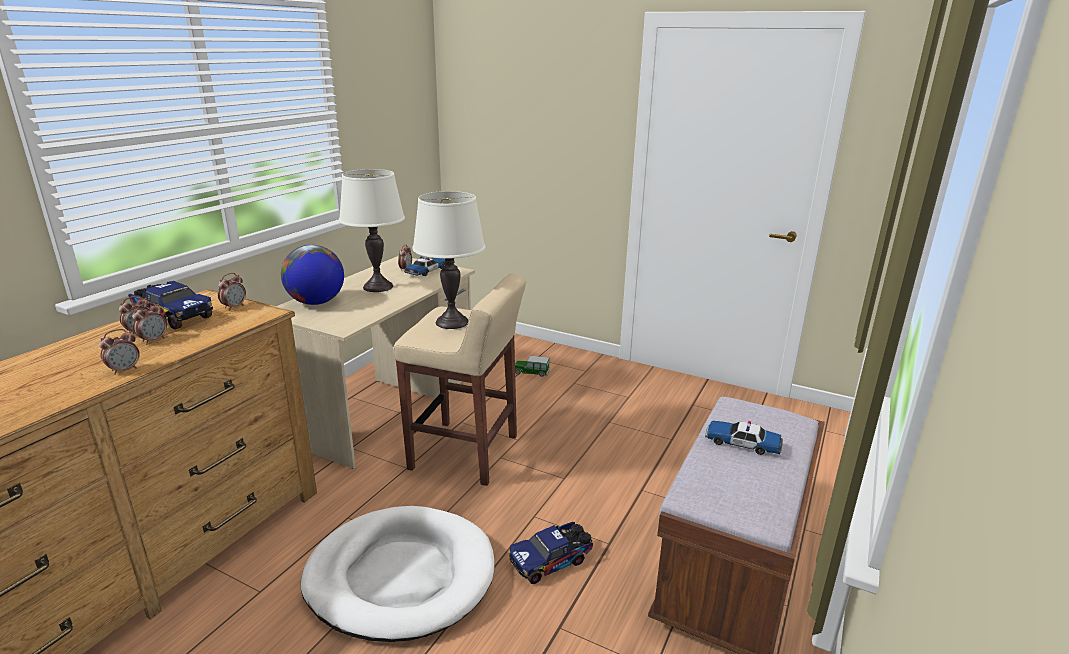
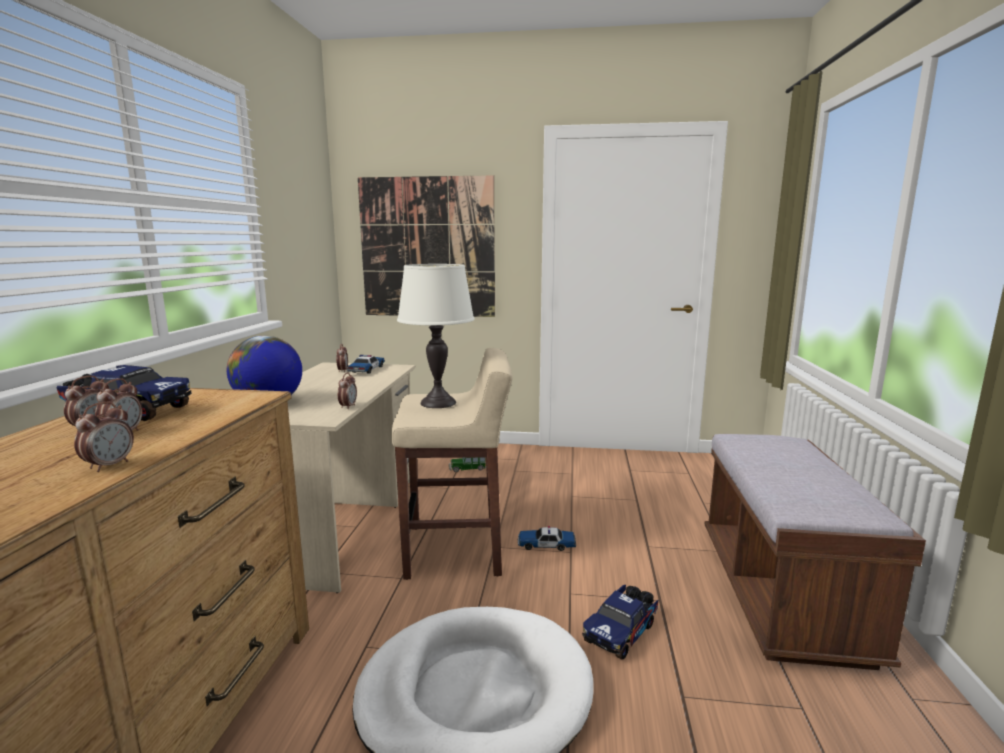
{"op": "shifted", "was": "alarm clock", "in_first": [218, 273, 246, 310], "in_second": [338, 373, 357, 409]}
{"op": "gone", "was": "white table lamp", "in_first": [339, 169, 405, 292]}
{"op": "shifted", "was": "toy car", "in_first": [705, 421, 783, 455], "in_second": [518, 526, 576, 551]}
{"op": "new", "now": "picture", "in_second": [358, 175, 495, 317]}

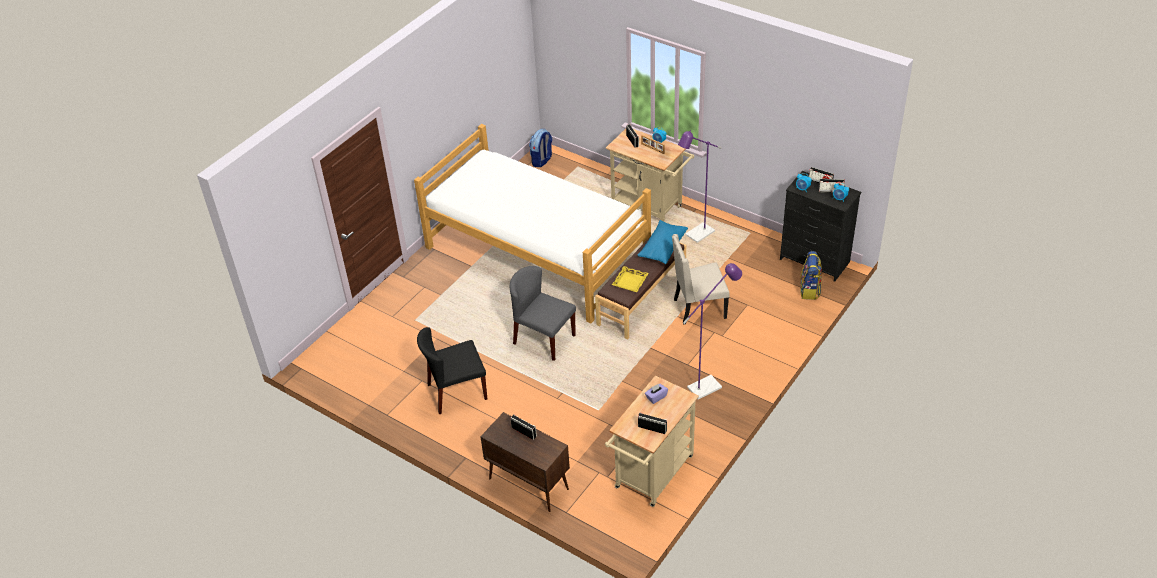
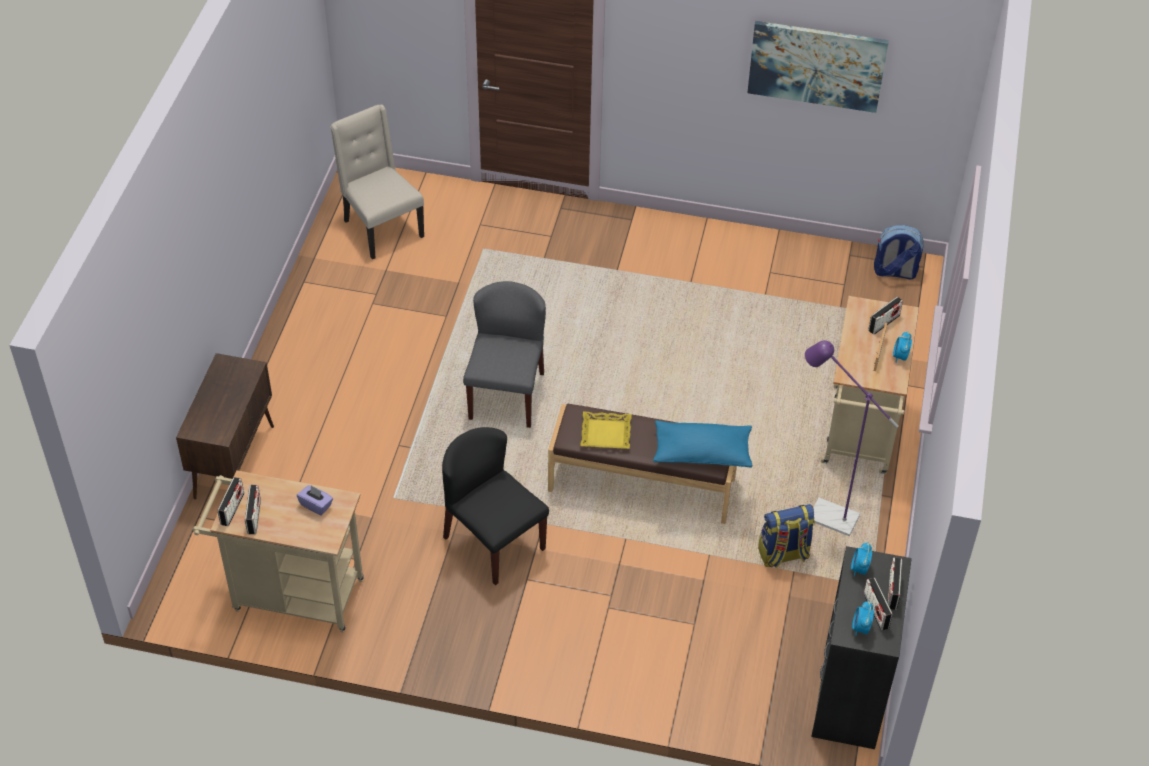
{"op": "gone", "was": "bed", "in_first": [414, 124, 651, 323]}
{"op": "shifted", "was": "black chair", "in_first": [417, 327, 487, 414], "in_second": [442, 427, 549, 585]}
{"op": "shifted", "was": "radio", "in_first": [511, 414, 537, 440], "in_second": [218, 477, 244, 526]}
{"op": "shifted", "was": "beige chair", "in_first": [672, 234, 729, 325], "in_second": [330, 104, 424, 259]}
{"op": "gone", "was": "purple floor lamp", "in_first": [683, 263, 742, 400]}
{"op": "shifted", "was": "backpack", "in_first": [800, 251, 822, 300], "in_second": [758, 504, 815, 568]}
{"op": "new", "now": "picture", "in_second": [747, 21, 889, 113]}

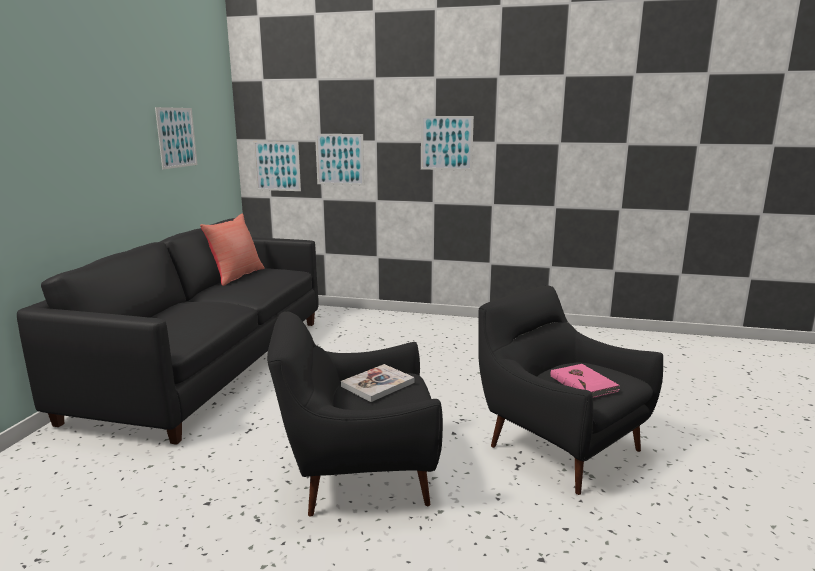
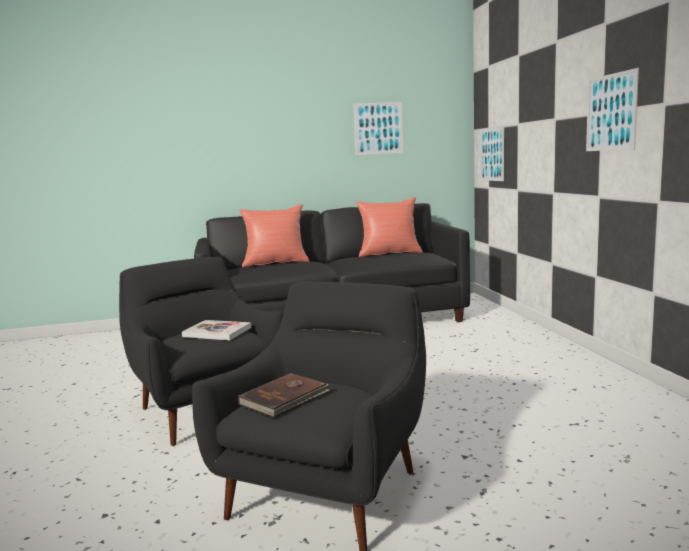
{"op": "gone", "was": "picture", "in_first": [315, 134, 364, 185]}
{"op": "repainted", "was": "pink book", "now": "brown book", "in_first": [551, 364, 620, 398], "in_second": [238, 373, 330, 418]}
{"op": "new", "now": "red pillow", "in_second": [240, 205, 309, 267]}

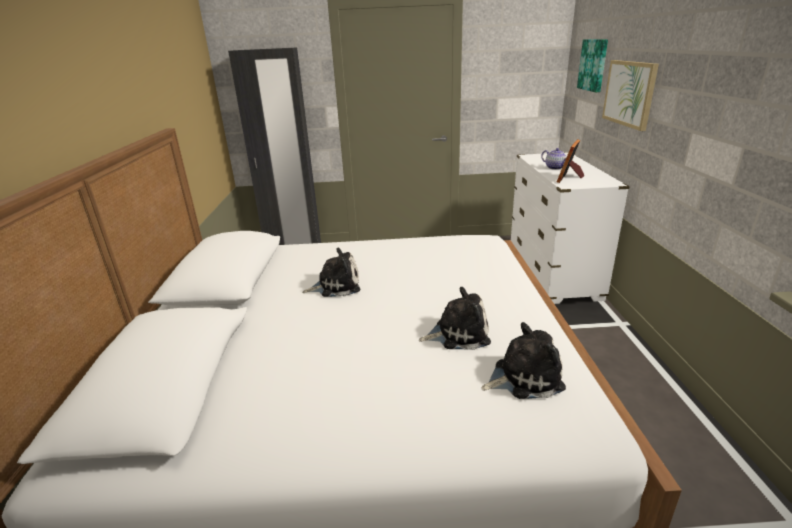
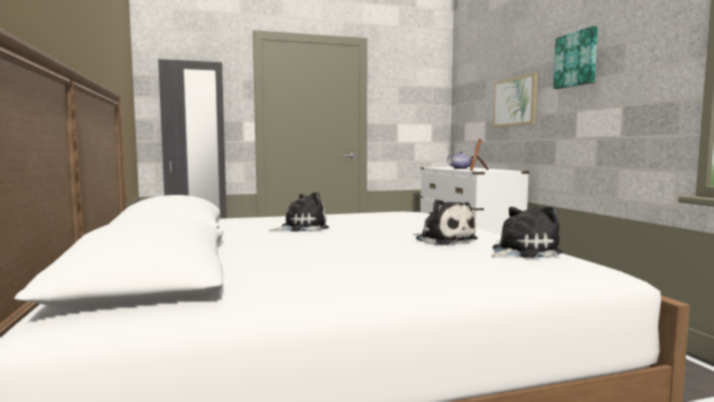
{"op": "rotated", "was": "plush toy", "in_first": [419, 287, 491, 350], "in_second": [413, 199, 478, 245], "clockwise": 75}
{"op": "shifted", "was": "picture", "in_first": [577, 39, 608, 92], "in_second": [553, 26, 598, 89]}

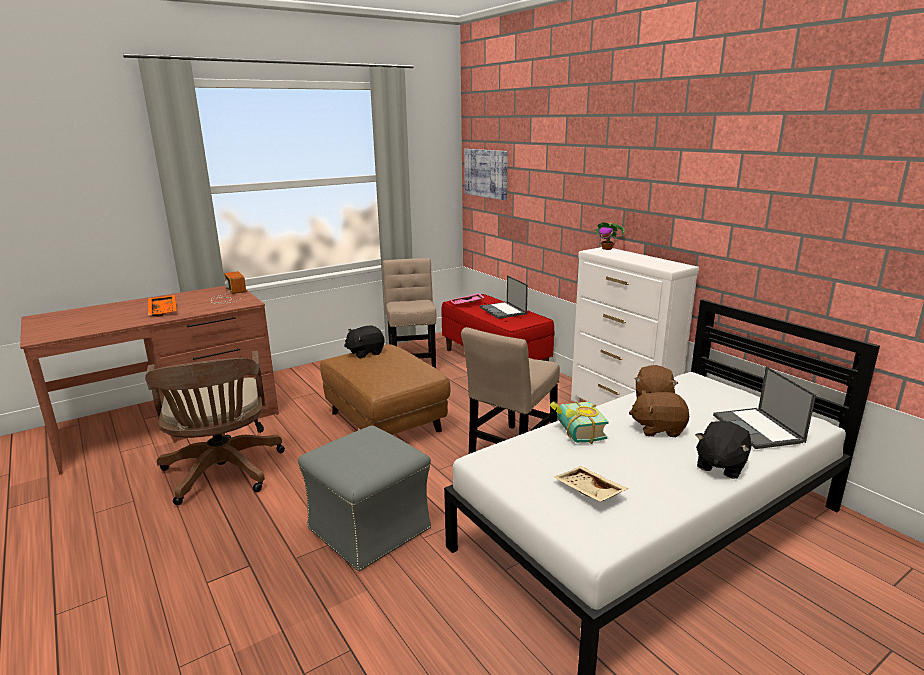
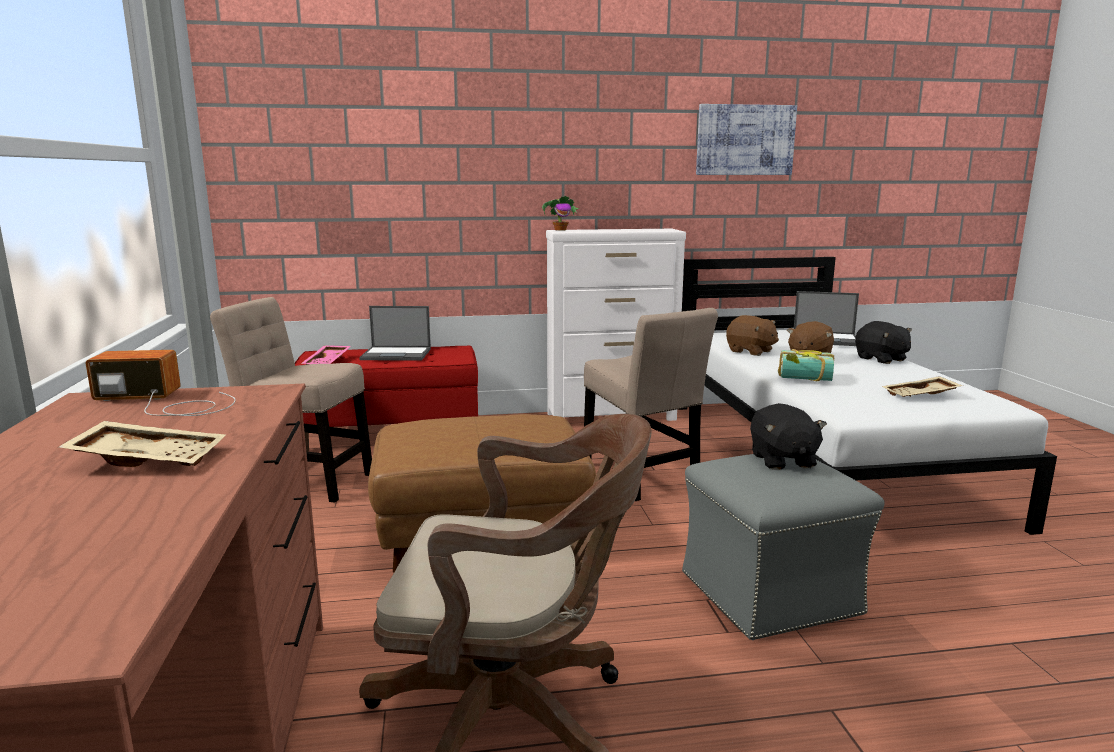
{"op": "repainted", "was": "orange tray", "now": "beige tray", "in_first": [148, 295, 177, 317], "in_second": [59, 421, 225, 467]}
{"op": "shifted", "was": "black plush toy", "in_first": [344, 325, 385, 358], "in_second": [750, 403, 827, 470]}
{"op": "shifted", "was": "picture", "in_first": [464, 149, 508, 200], "in_second": [696, 104, 797, 175]}

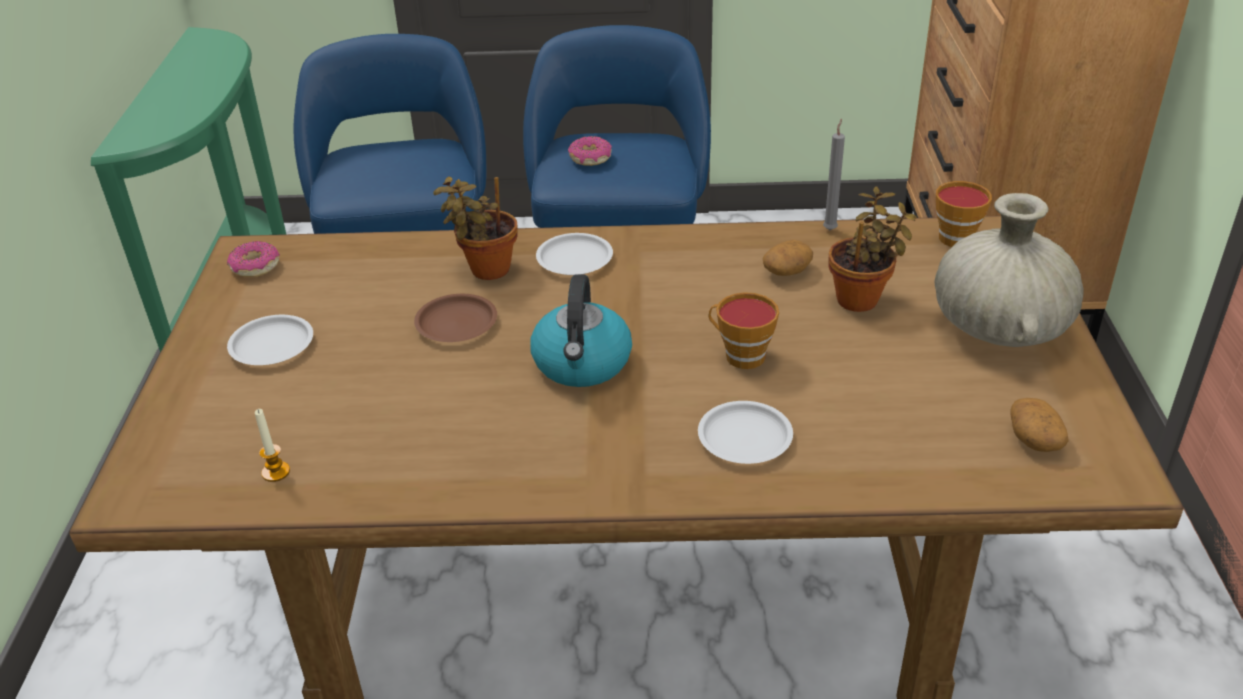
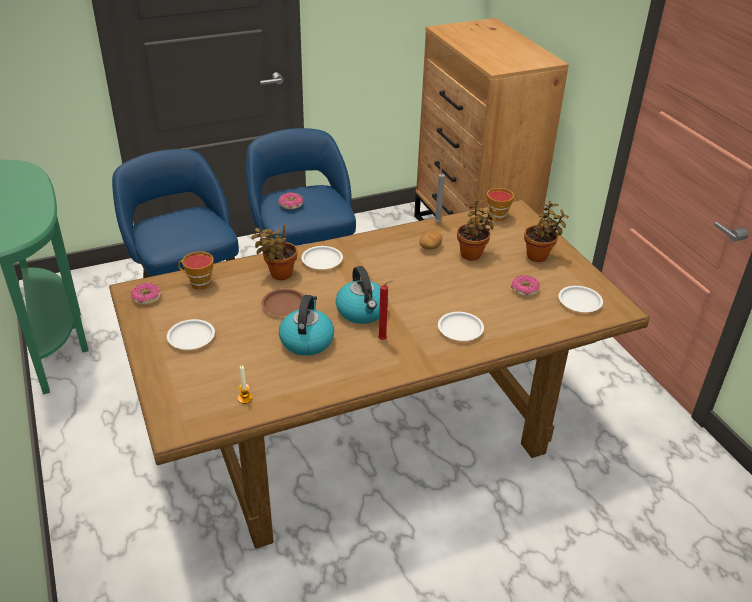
{"op": "shifted", "was": "cup", "in_first": [709, 292, 779, 369], "in_second": [178, 251, 214, 290]}
{"op": "swapped", "was": "beige vase", "now": "potted plant", "in_first": [935, 193, 1084, 347], "in_second": [524, 201, 569, 262]}
{"op": "swapped", "was": "potato", "now": "white plate", "in_first": [1011, 398, 1069, 452], "in_second": [558, 286, 603, 312]}
{"op": "new", "now": "kettle", "in_second": [279, 295, 334, 356]}
{"op": "new", "now": "red candle", "in_second": [378, 281, 392, 340]}
{"op": "new", "now": "donut", "in_second": [511, 275, 540, 296]}

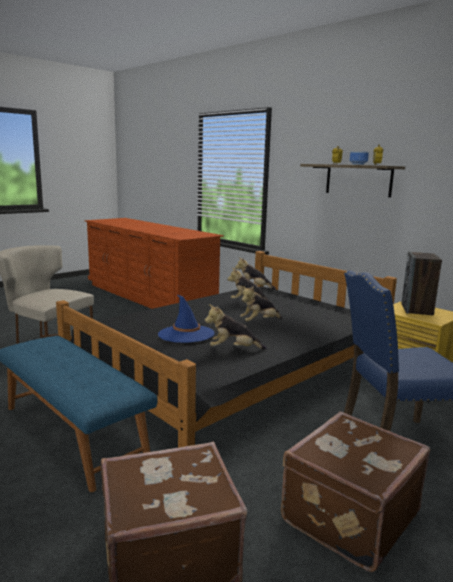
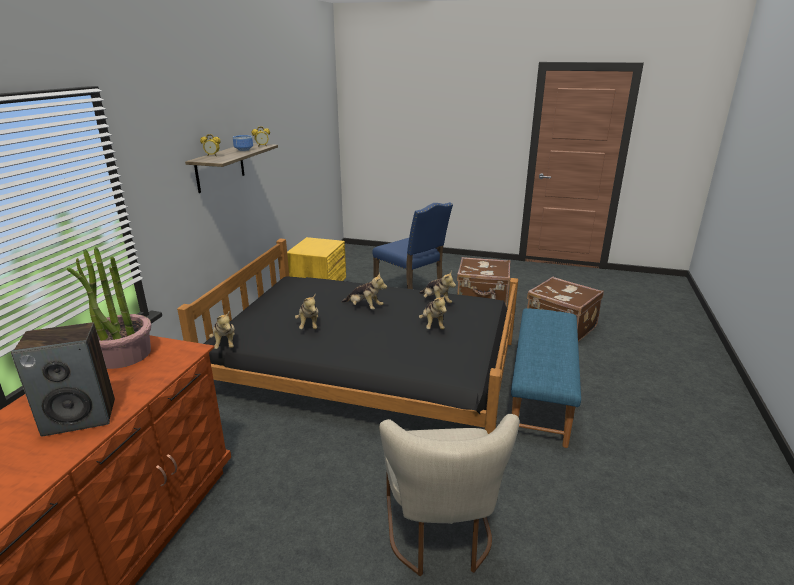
{"op": "swapped", "was": "blue hat", "now": "plush toy", "in_first": [158, 294, 215, 343], "in_second": [419, 294, 447, 329]}
{"op": "shifted", "was": "speaker", "in_first": [401, 251, 442, 316], "in_second": [11, 322, 115, 437]}
{"op": "new", "now": "potted plant", "in_second": [67, 247, 151, 369]}

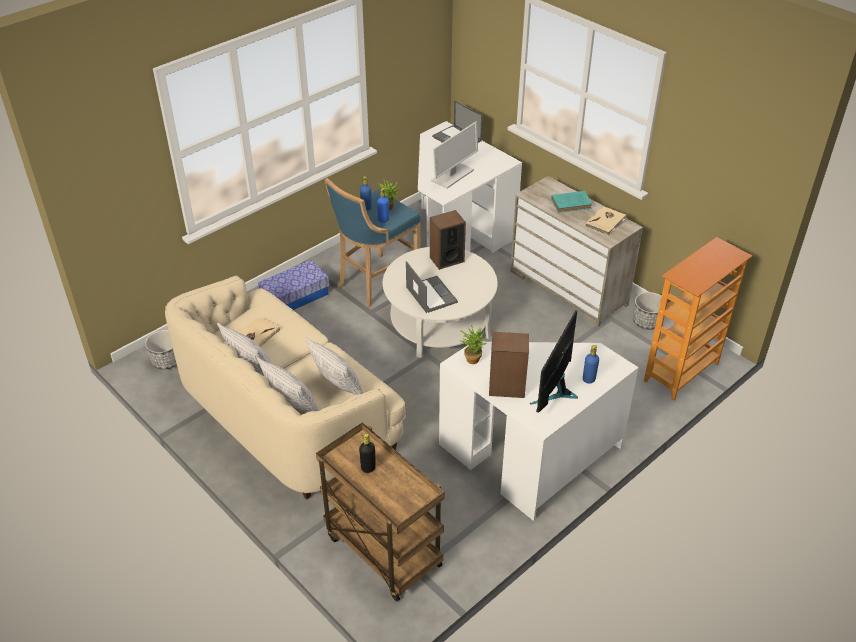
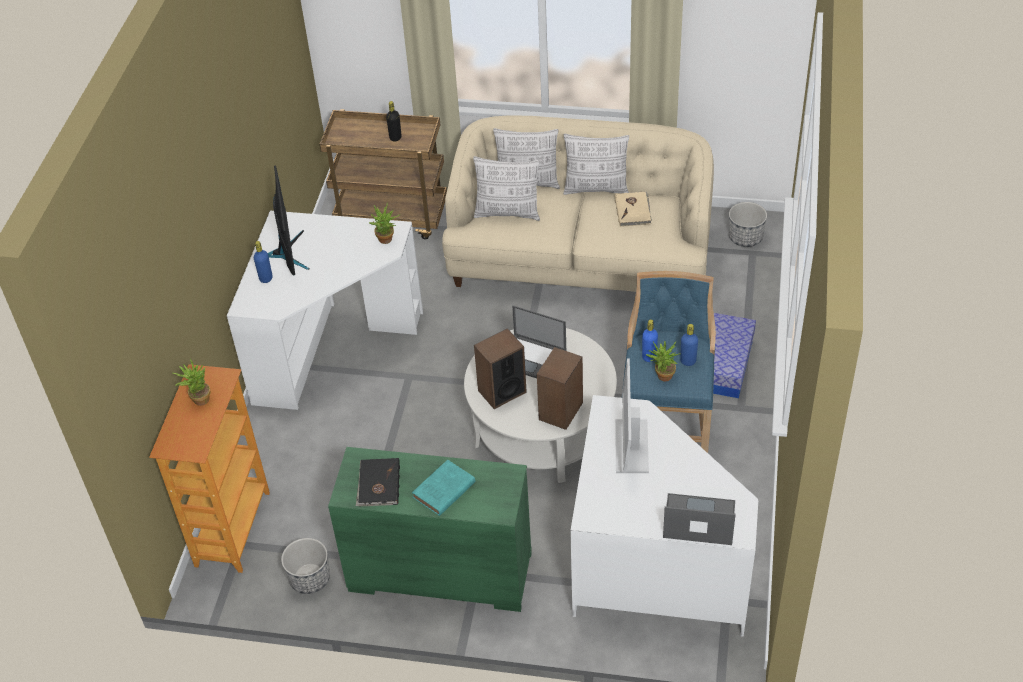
{"op": "shifted", "was": "speaker", "in_first": [489, 332, 529, 398], "in_second": [474, 328, 527, 409]}
{"op": "repainted", "was": "beige dresser", "now": "green dresser", "in_first": [510, 176, 643, 327], "in_second": [328, 447, 532, 612]}
{"op": "repainted", "was": "beige book", "now": "black book", "in_first": [585, 206, 627, 236], "in_second": [356, 458, 400, 506]}
{"op": "new", "now": "potted plant", "in_second": [173, 359, 210, 406]}

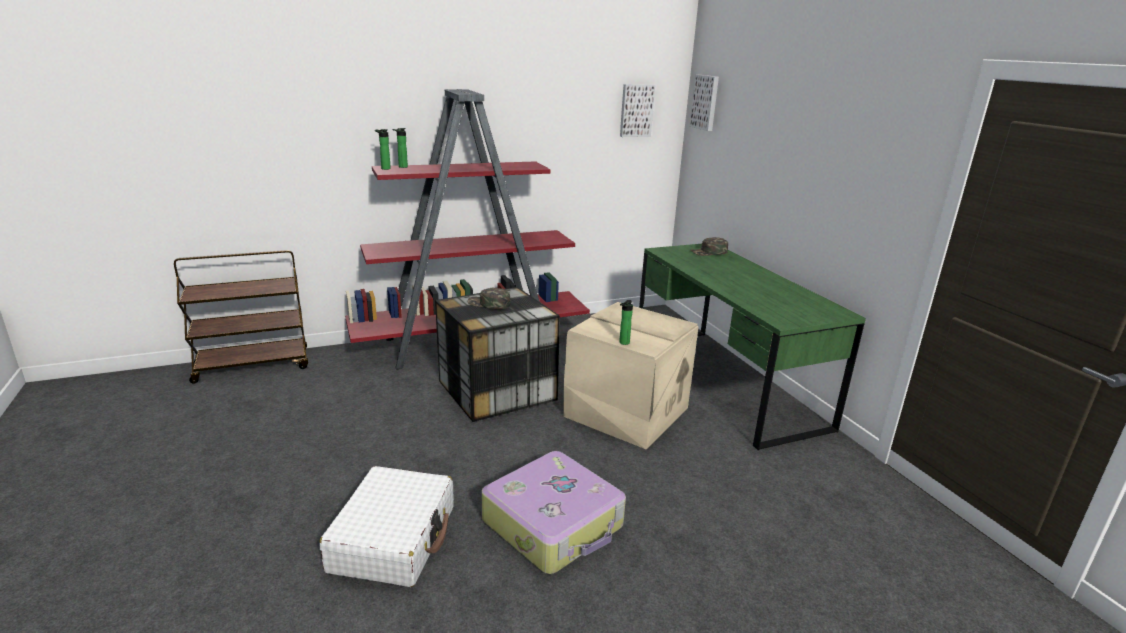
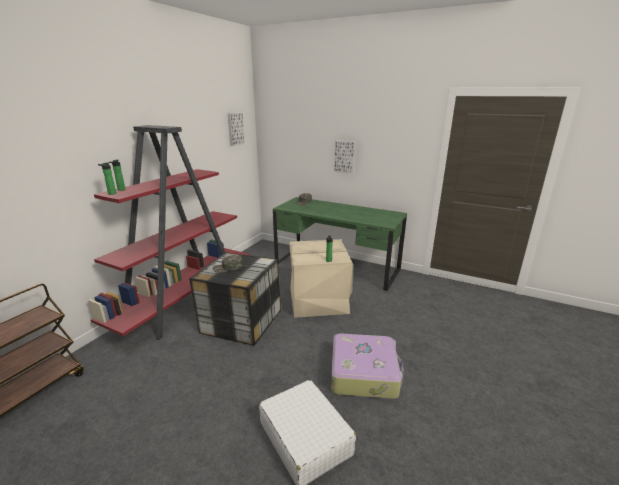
{"op": "shifted", "was": "picture", "in_first": [690, 75, 719, 131], "in_second": [334, 140, 355, 174]}

